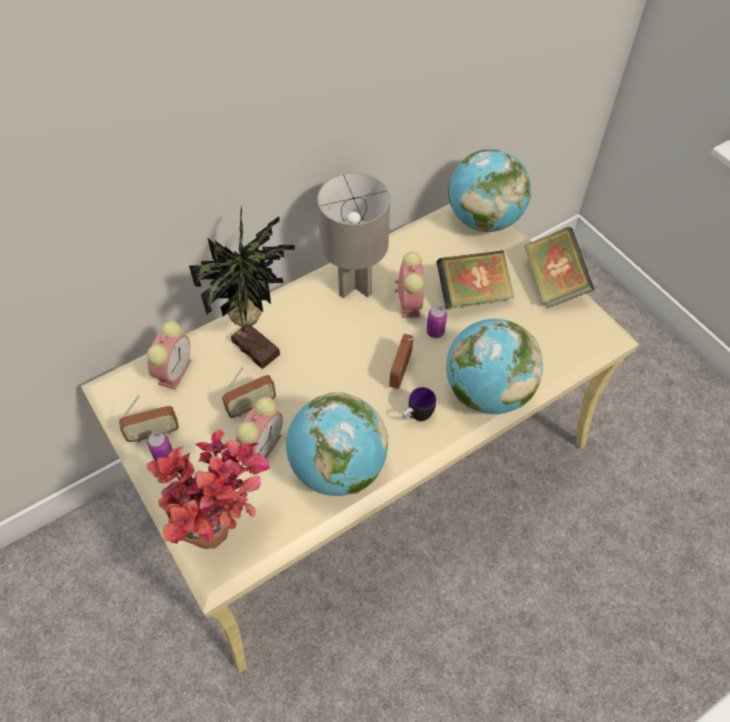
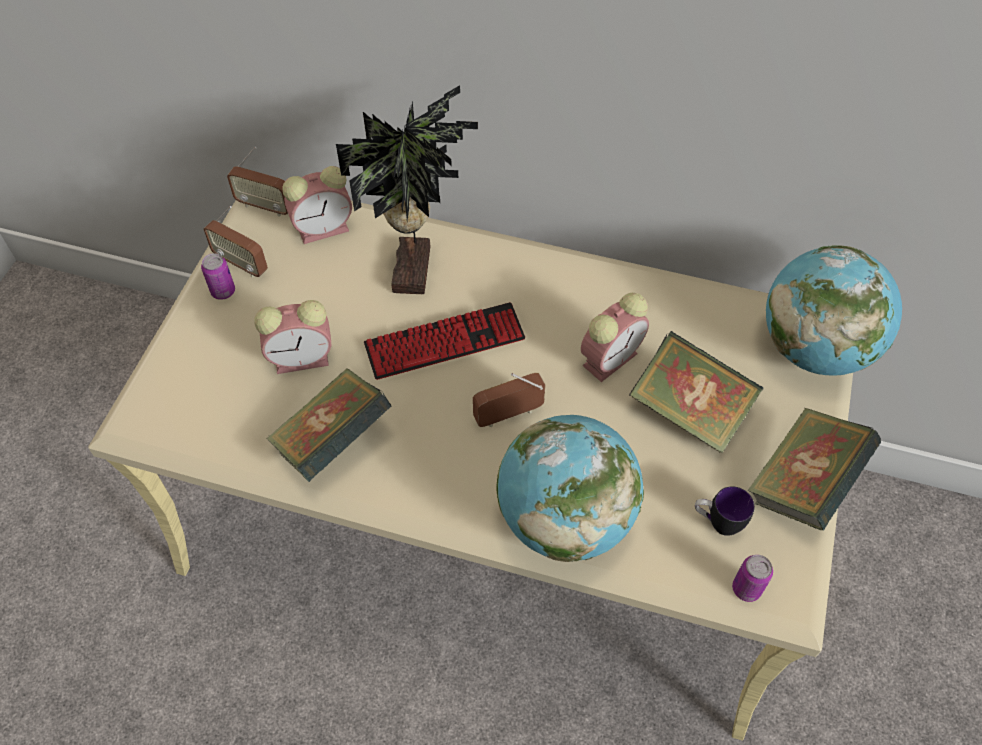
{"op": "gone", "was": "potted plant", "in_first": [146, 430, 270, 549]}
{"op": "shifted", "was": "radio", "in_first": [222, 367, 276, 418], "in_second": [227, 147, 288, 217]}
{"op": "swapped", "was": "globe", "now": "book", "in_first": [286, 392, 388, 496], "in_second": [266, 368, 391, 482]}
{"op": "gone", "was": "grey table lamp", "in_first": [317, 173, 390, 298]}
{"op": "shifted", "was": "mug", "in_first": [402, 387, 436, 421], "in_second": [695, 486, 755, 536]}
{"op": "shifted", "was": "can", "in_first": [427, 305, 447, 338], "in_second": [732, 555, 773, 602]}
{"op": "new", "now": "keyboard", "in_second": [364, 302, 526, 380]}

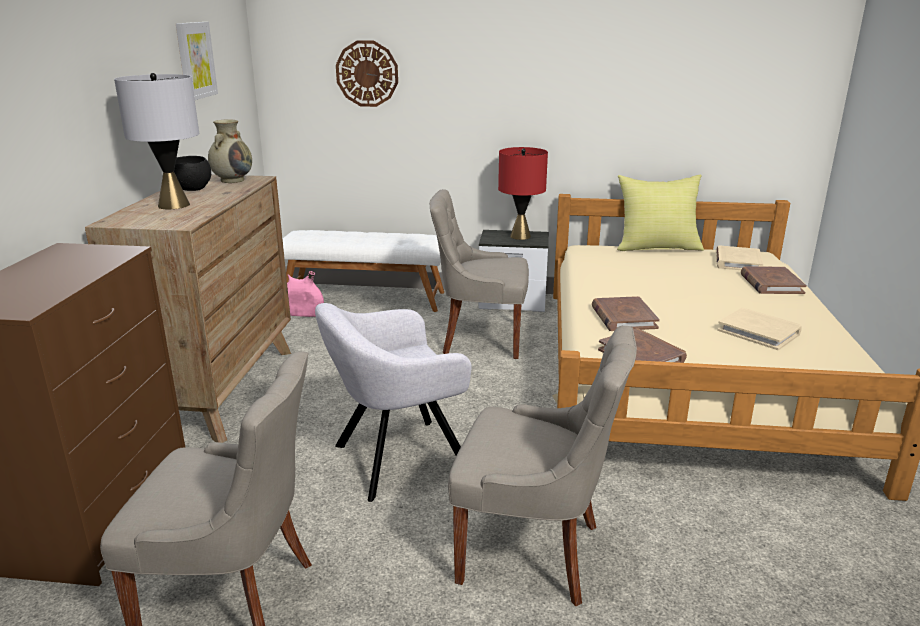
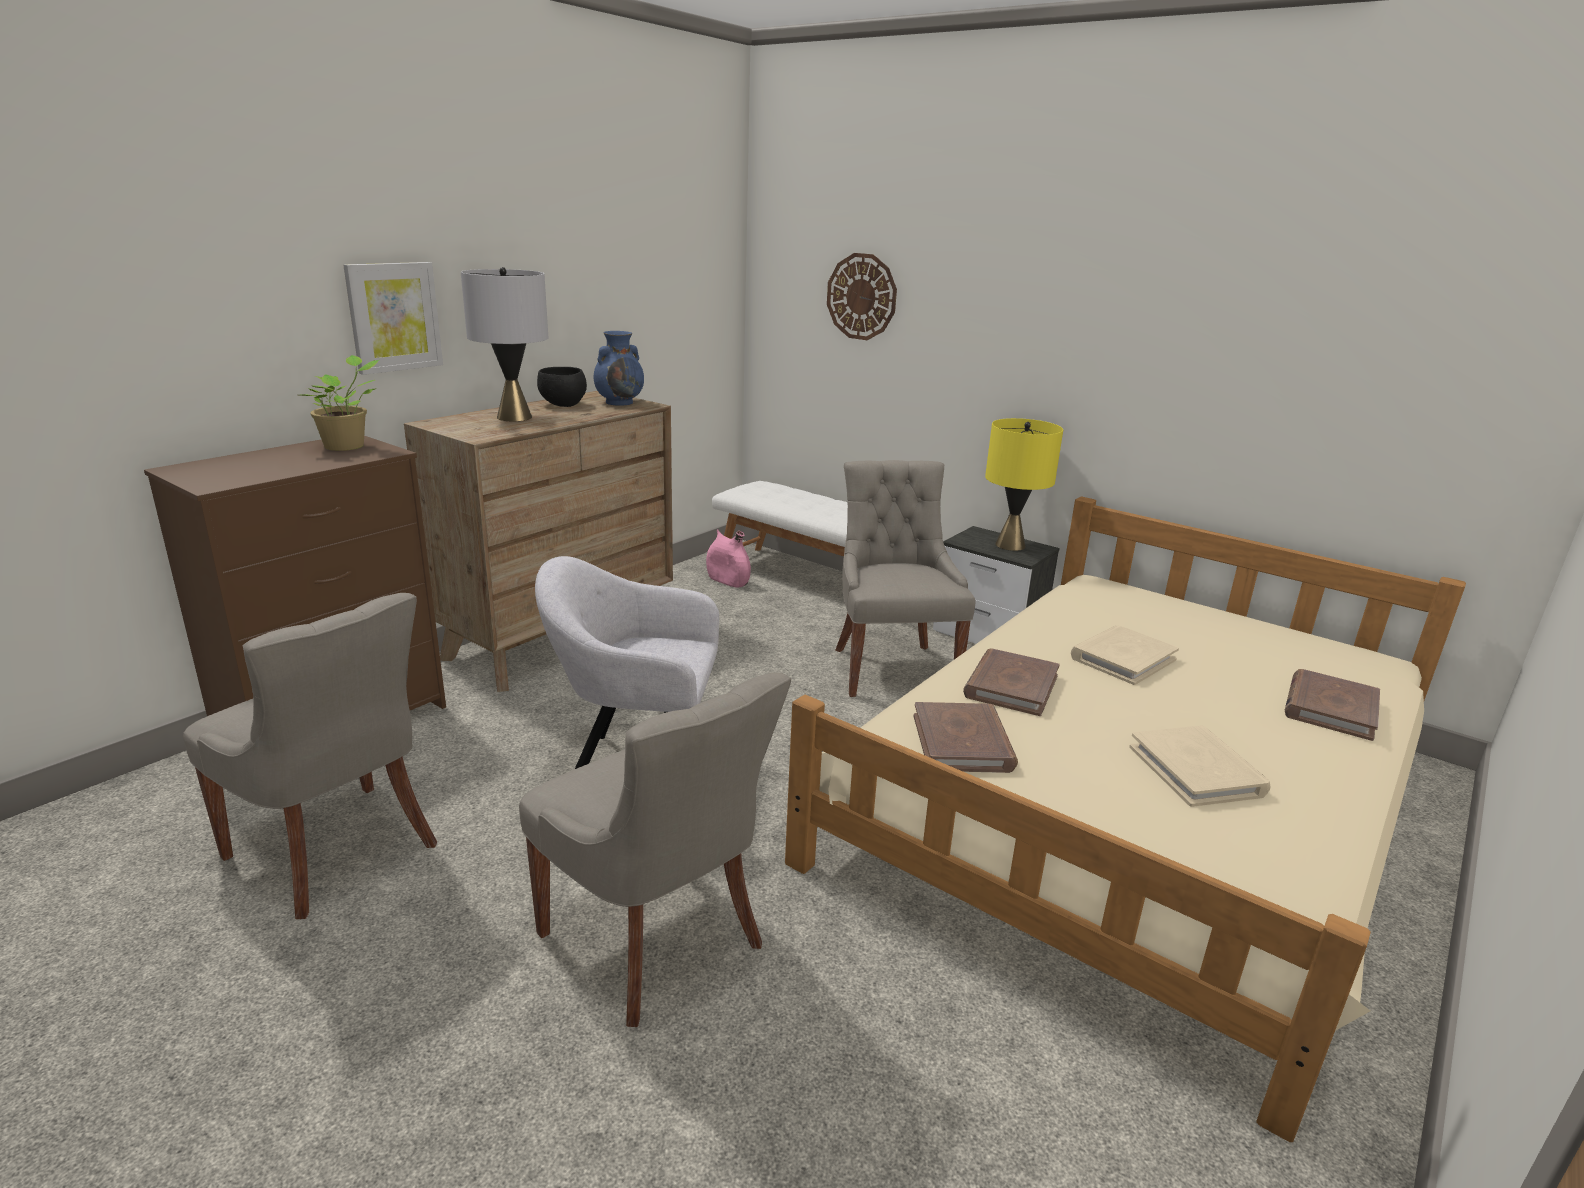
{"op": "shifted", "was": "picture", "in_first": [176, 22, 218, 100], "in_second": [343, 262, 443, 375]}
{"op": "repainted", "was": "beige vase", "now": "blue vase", "in_first": [208, 119, 252, 183], "in_second": [594, 331, 644, 406]}
{"op": "rotated", "was": "grey chair", "in_first": [429, 189, 529, 359], "in_second": [835, 460, 976, 697], "clockwise": 45}
{"op": "repainted", "was": "red table lamp", "now": "yellow table lamp", "in_first": [498, 147, 548, 240], "in_second": [985, 418, 1063, 551]}
{"op": "gone", "was": "yellow pillow", "in_first": [617, 174, 704, 251]}
{"op": "shifted", "was": "beige book", "in_first": [716, 246, 763, 270], "in_second": [1071, 625, 1179, 685]}
{"op": "new", "now": "potted plant", "in_second": [300, 355, 379, 451]}

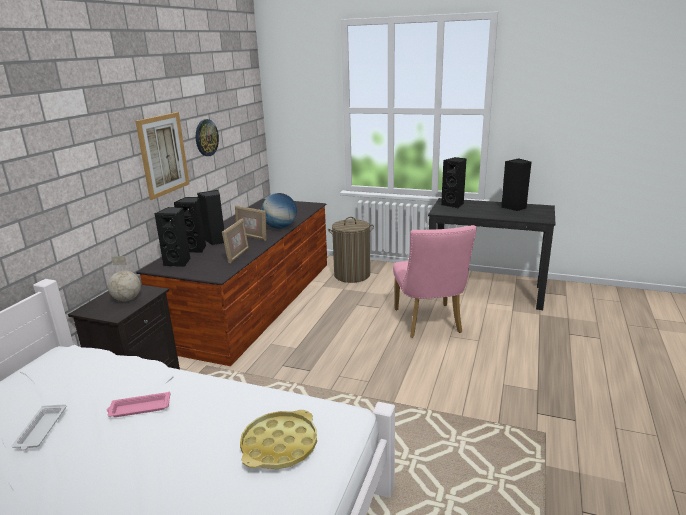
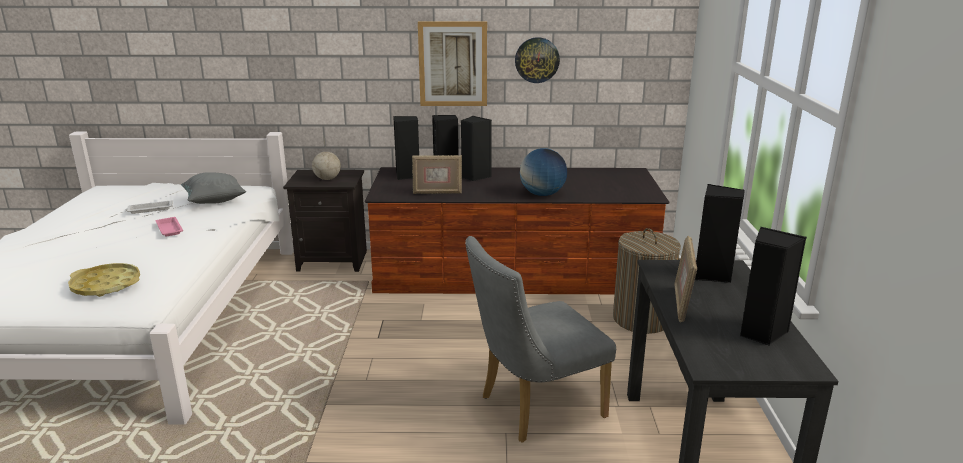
{"op": "shifted", "was": "picture frame", "in_first": [235, 205, 266, 241], "in_second": [674, 236, 697, 322]}
{"op": "repainted", "was": "pink chair", "now": "grey chair", "in_first": [393, 225, 476, 338], "in_second": [465, 236, 616, 443]}
{"op": "new", "now": "grey pillow", "in_second": [181, 172, 246, 204]}

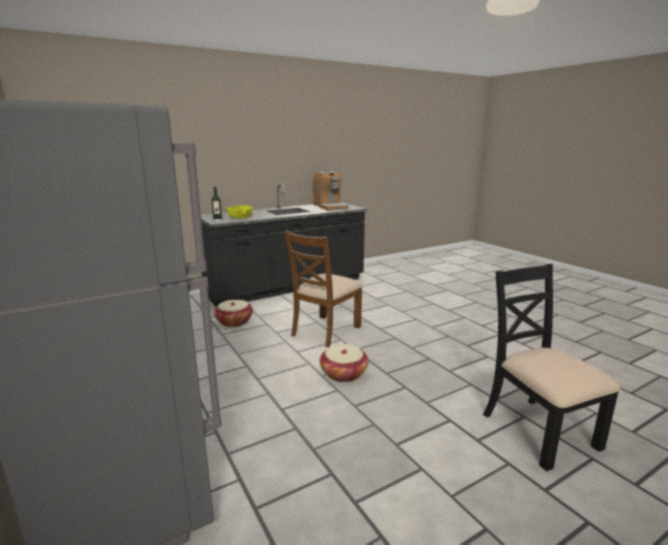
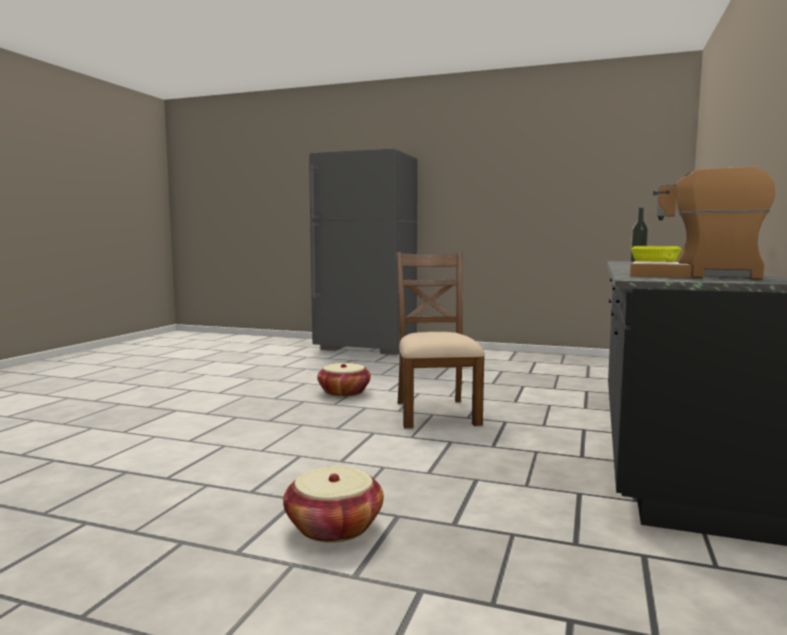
{"op": "shifted", "was": "basket", "in_first": [214, 300, 253, 327], "in_second": [283, 466, 384, 543]}
{"op": "gone", "was": "black chair", "in_first": [483, 264, 620, 471]}

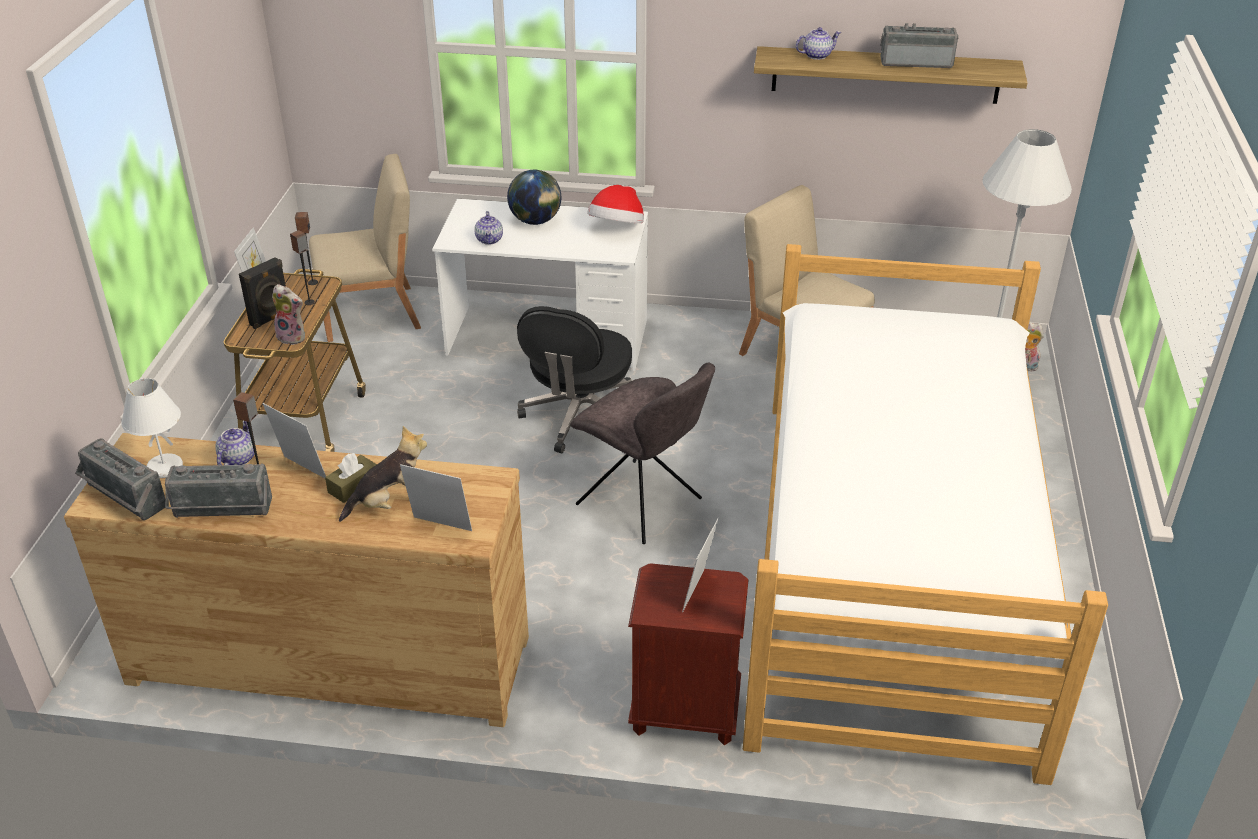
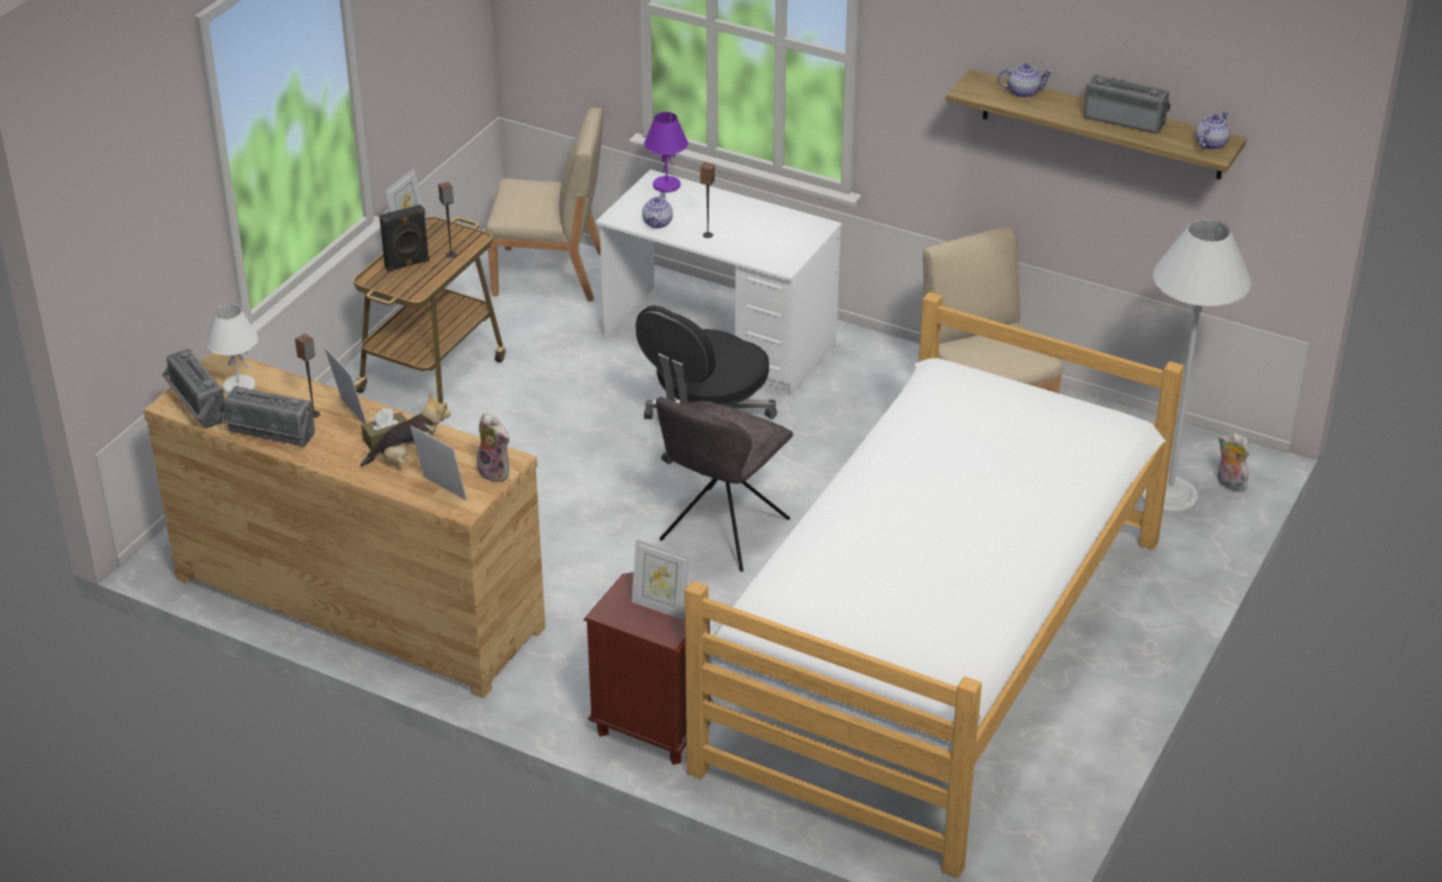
{"op": "shifted", "was": "teapot", "in_first": [215, 421, 255, 465], "in_second": [1195, 111, 1230, 150]}
{"op": "shifted", "was": "plush toy", "in_first": [272, 284, 305, 345], "in_second": [477, 412, 509, 483]}
{"op": "shifted", "was": "speaker", "in_first": [295, 212, 318, 285], "in_second": [700, 162, 715, 238]}
{"op": "gone", "was": "globe", "in_first": [507, 170, 561, 225]}
{"op": "rotated", "was": "grey chair", "in_first": [570, 363, 715, 544], "in_second": [656, 397, 793, 572], "clockwise": 60}
{"op": "gone", "was": "hat", "in_first": [587, 185, 644, 223]}
{"op": "rotated", "was": "picture frame", "in_first": [682, 518, 719, 612], "in_second": [632, 539, 690, 620], "clockwise": -105}
{"op": "new", "now": "purple table lamp", "in_second": [644, 112, 688, 193]}

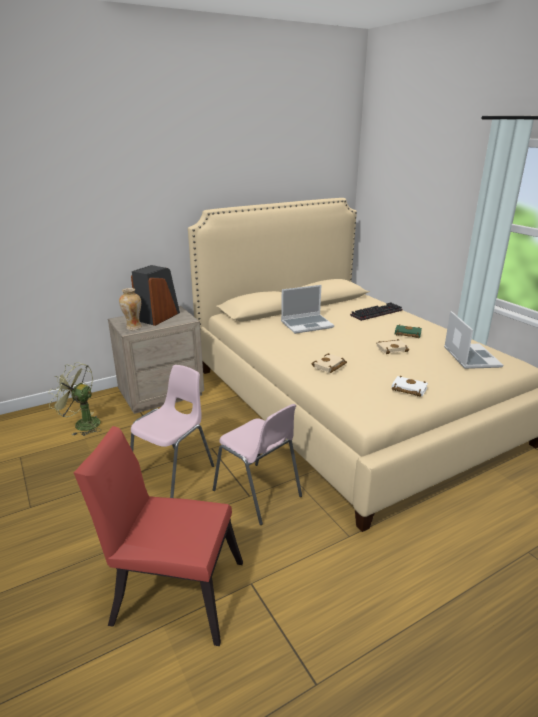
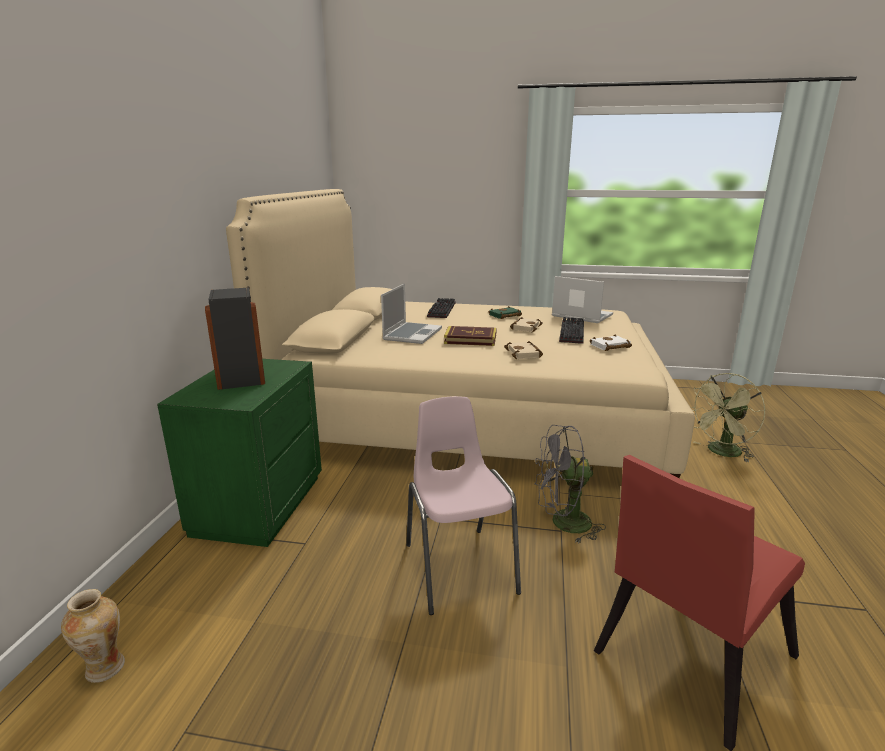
{"op": "shifted", "was": "green fan", "in_first": [48, 362, 101, 436], "in_second": [692, 373, 766, 463]}
{"op": "repainted", "was": "beige nightstand", "now": "green nightstand", "in_first": [108, 306, 204, 414], "in_second": [157, 359, 322, 547]}
{"op": "shifted", "was": "vase", "in_first": [119, 288, 142, 330], "in_second": [61, 589, 125, 683]}
{"op": "swapped", "was": "pink chair", "now": "grey fan", "in_first": [213, 404, 302, 525], "in_second": [534, 425, 606, 543]}
{"op": "new", "now": "book", "in_second": [444, 326, 497, 346]}
{"op": "new", "now": "keyboard", "in_second": [559, 317, 584, 344]}

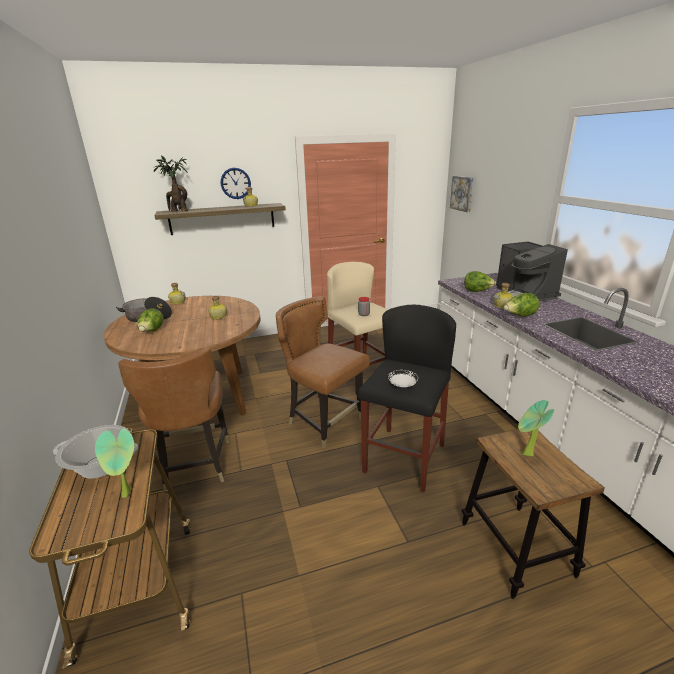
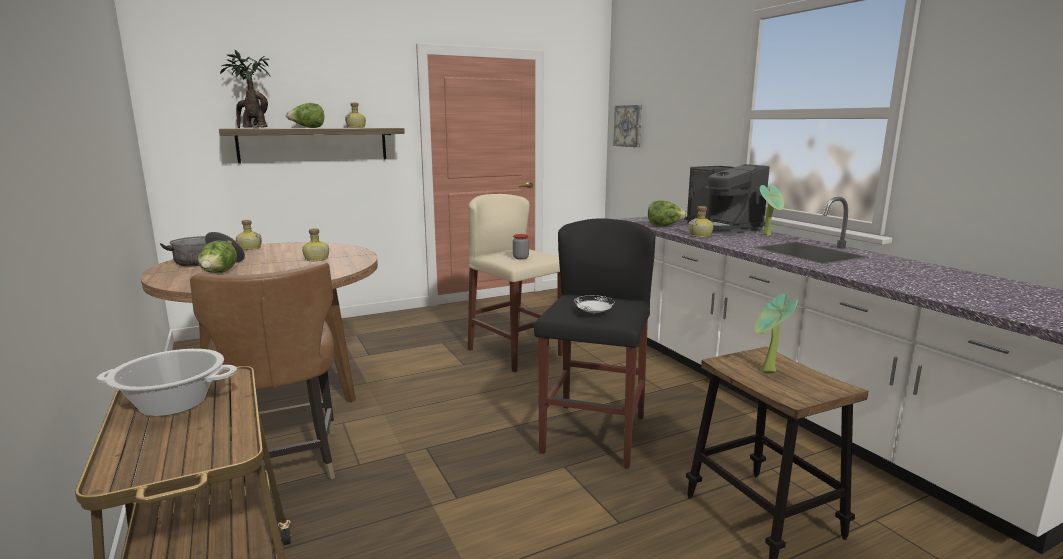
{"op": "shifted", "was": "potted plant", "in_first": [95, 428, 134, 498], "in_second": [760, 185, 784, 236]}
{"op": "gone", "was": "wall clock", "in_first": [221, 168, 251, 199]}
{"op": "gone", "was": "brown chair", "in_first": [276, 296, 370, 449]}
{"op": "shifted", "was": "lettuce", "in_first": [504, 293, 540, 317], "in_second": [286, 103, 324, 128]}

